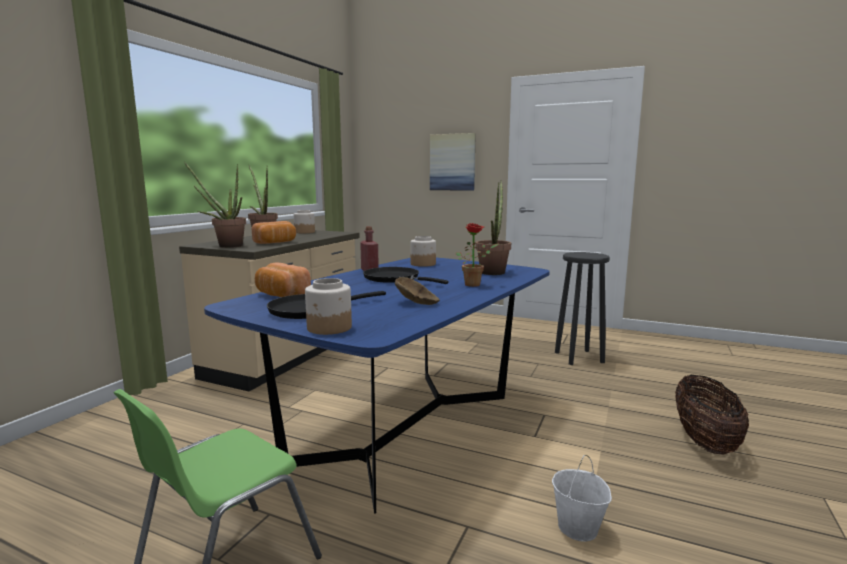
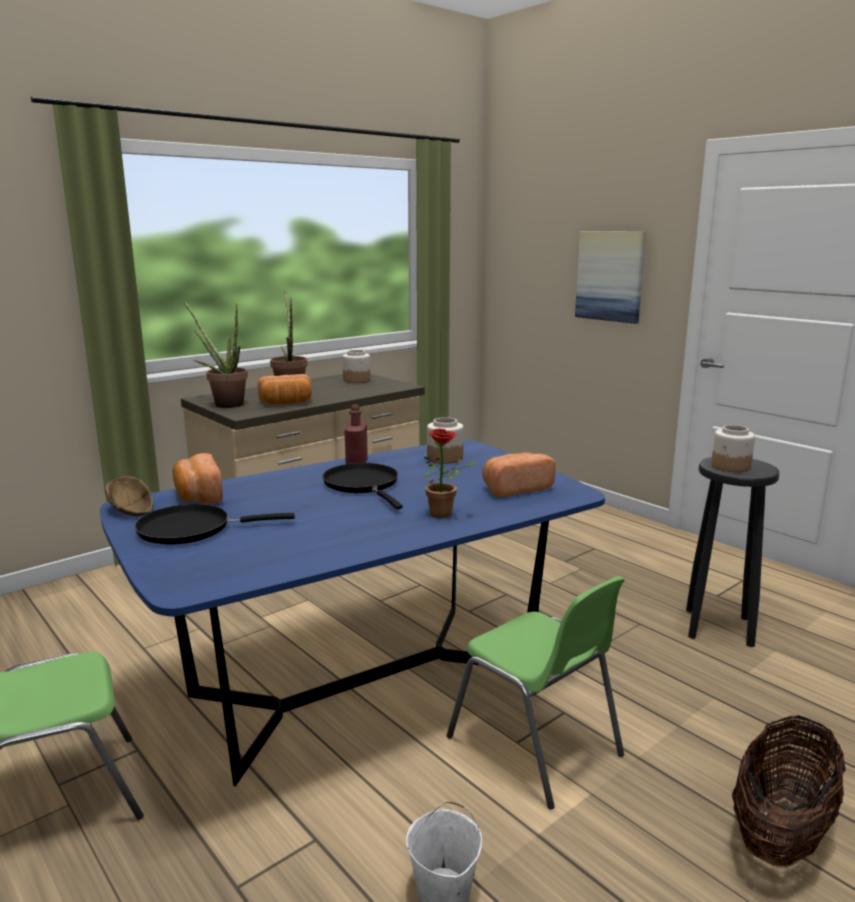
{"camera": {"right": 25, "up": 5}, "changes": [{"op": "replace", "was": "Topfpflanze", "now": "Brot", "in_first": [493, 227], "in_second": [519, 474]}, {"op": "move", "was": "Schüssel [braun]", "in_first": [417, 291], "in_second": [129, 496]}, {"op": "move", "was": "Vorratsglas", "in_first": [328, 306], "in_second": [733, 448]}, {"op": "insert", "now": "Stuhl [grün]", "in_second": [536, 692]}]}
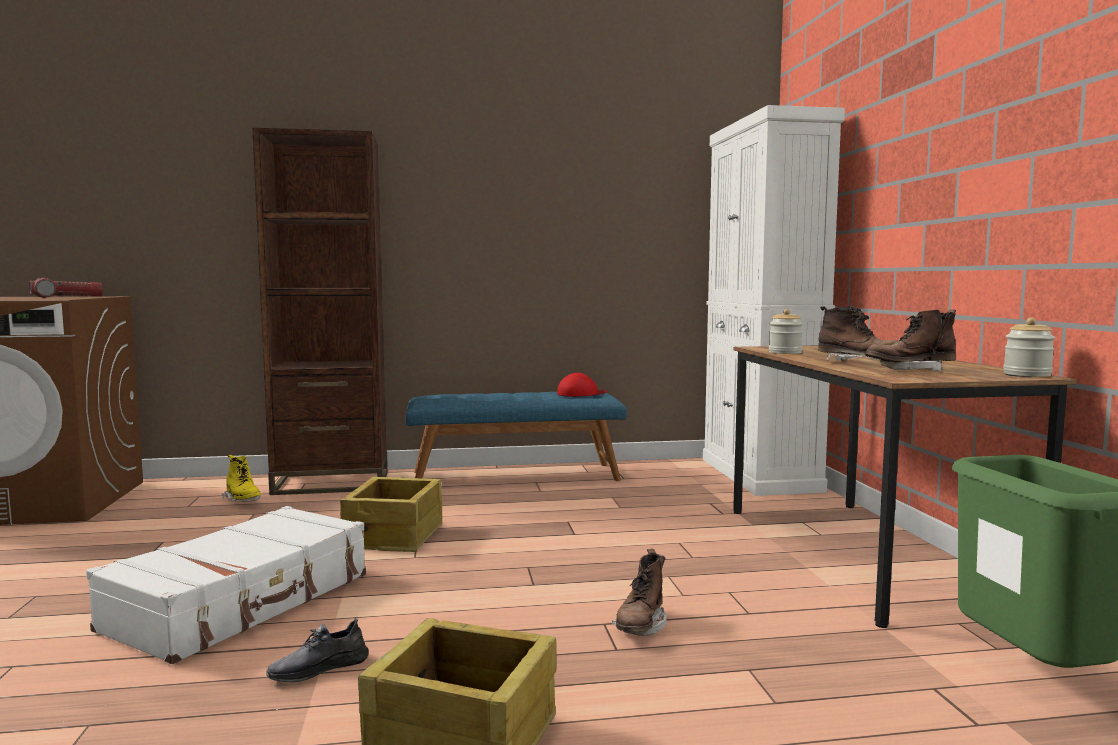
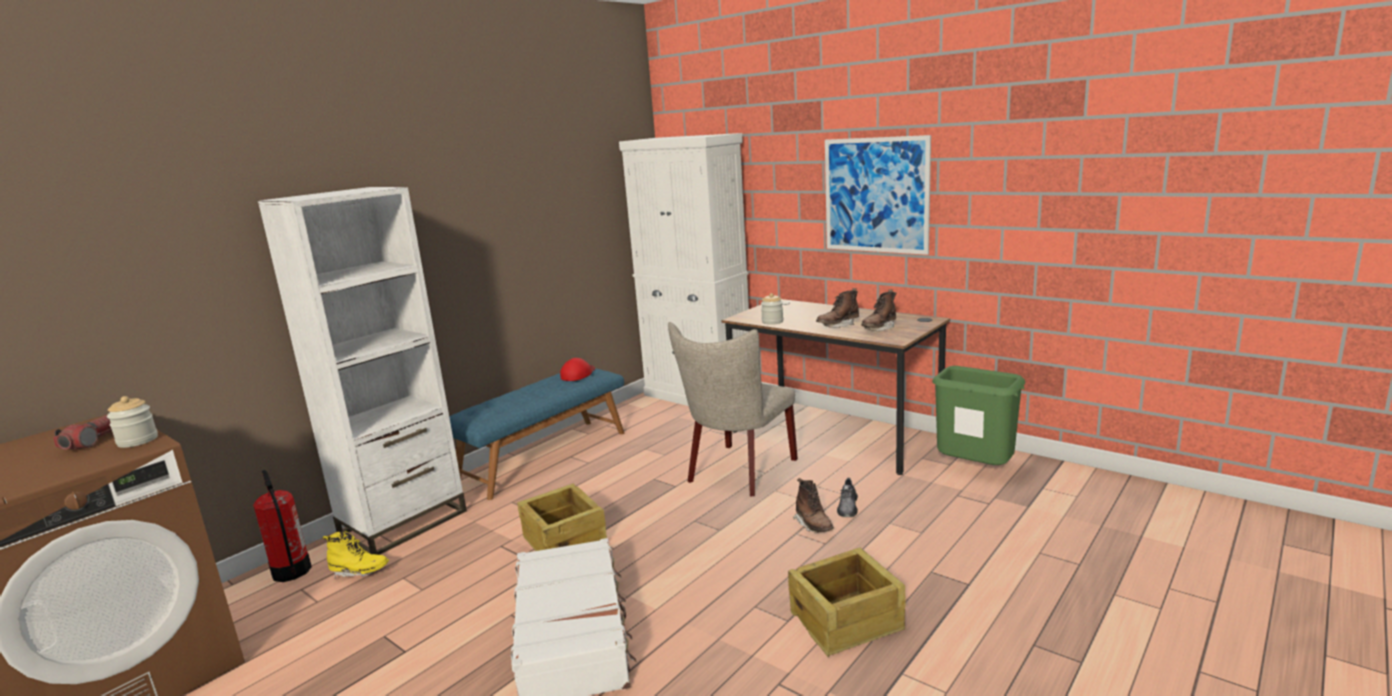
{"camera": {"right": -40, "up": 10}, "changes": [{"op": "recolor", "was": "Bücherregal [braun]", "now": "Bücherregal [weiß]", "in_first": [320, 311], "in_second": [362, 371]}, {"op": "rotate", "was": "Stiefel [braun]", "in_first": [858, 333], "in_second": [837, 308], "clockwise": 150}, {"op": "move", "was": "Vorratsglas", "in_first": [1029, 347], "in_second": [132, 422]}, {"op": "move", "was": "Schuh [grau]", "in_first": [317, 650], "in_second": [847, 497]}, {"op": "insert", "now": "Bild", "in_second": [878, 195]}, {"op": "insert", "now": "Stuhl [beige]", "in_second": [733, 409]}, {"op": "insert", "now": "Feuerlöscher", "in_second": [282, 526]}]}
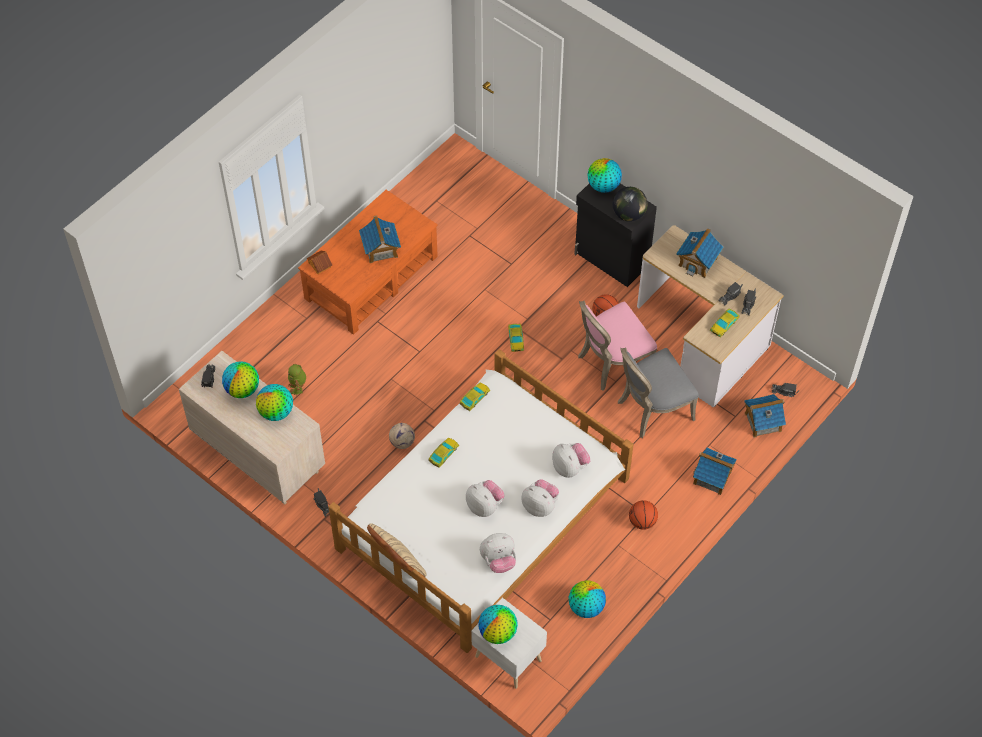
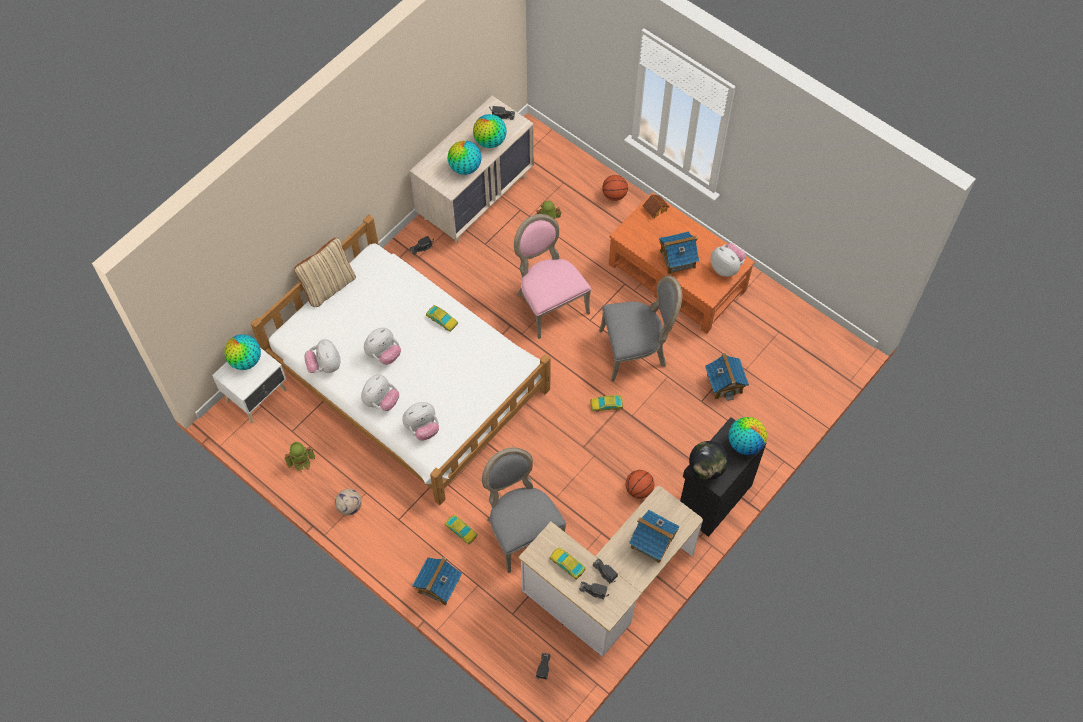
{"camera": {"right": 90, "up": 5}, "changes": [{"op": "move", "was": "Stuhl [rosa]", "in_first": [617, 346], "in_second": [552, 276]}, {"op": "move", "was": "Spielzeugauto", "in_first": [475, 397], "in_second": [461, 530]}, {"op": "move", "was": "Spielzeughaus", "in_first": [765, 416], "in_second": [727, 377]}, {"op": "move", "was": "Fußball", "in_first": [402, 436], "in_second": [348, 502]}, {"op": "move", "was": "Basketball", "in_first": [643, 515], "in_second": [615, 188]}, {"op": "replace", "was": "Globus", "now": "Spielzeugroboter", "in_first": [587, 599], "in_second": [299, 457]}, {"op": "insert", "now": "Plüschtier", "in_second": [728, 260]}, {"op": "insert", "now": "Stuhl [grau]", "in_second": [640, 328]}]}
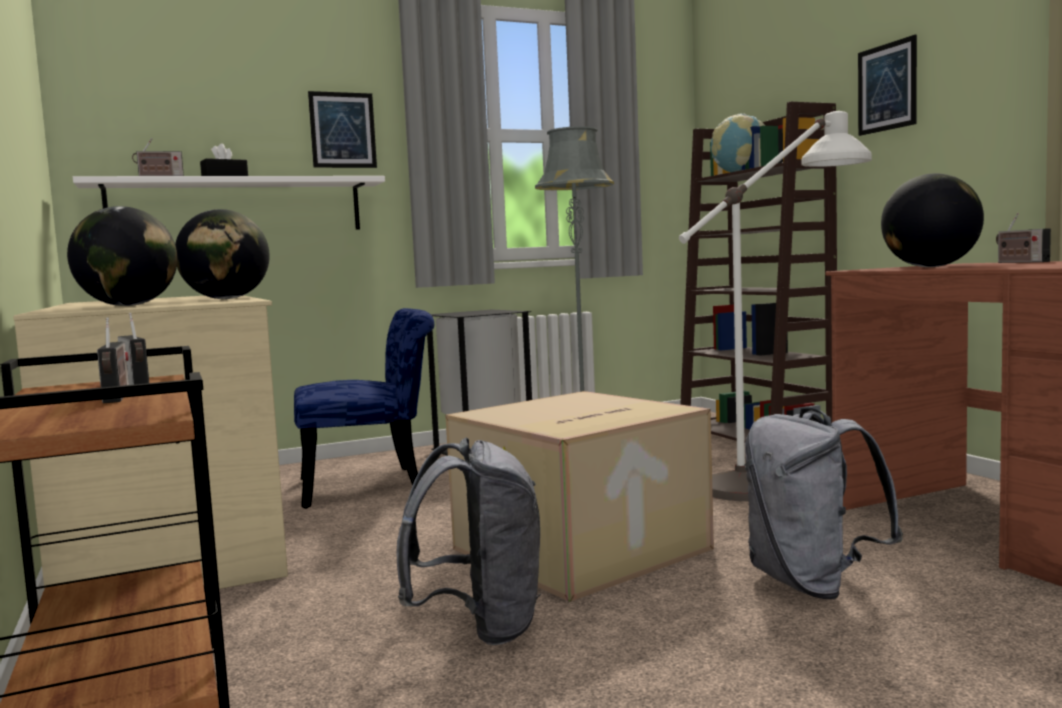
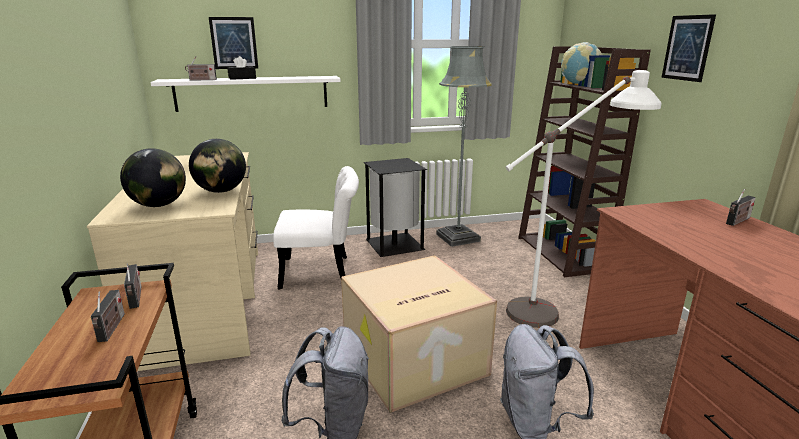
{"camera": {"right": 10, "up": 15}, "changes": [{"op": "move", "was": "Bild", "in_first": [342, 129], "in_second": [233, 43]}, {"op": "delete", "was": "Globus", "in_first": [932, 220]}, {"op": "rotate", "was": "Radio", "in_first": [1023, 238], "in_second": [741, 207], "clockwise": -120}, {"op": "recolor", "was": "Stuhl [blau]", "now": "Stuhl [weiß]", "in_first": [364, 408], "in_second": [316, 227]}]}
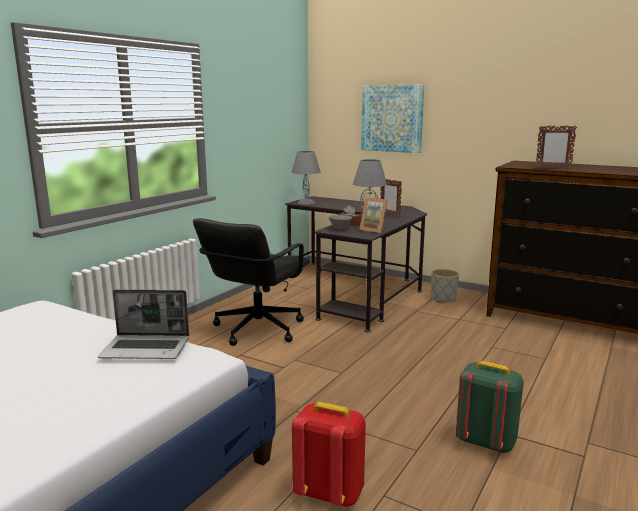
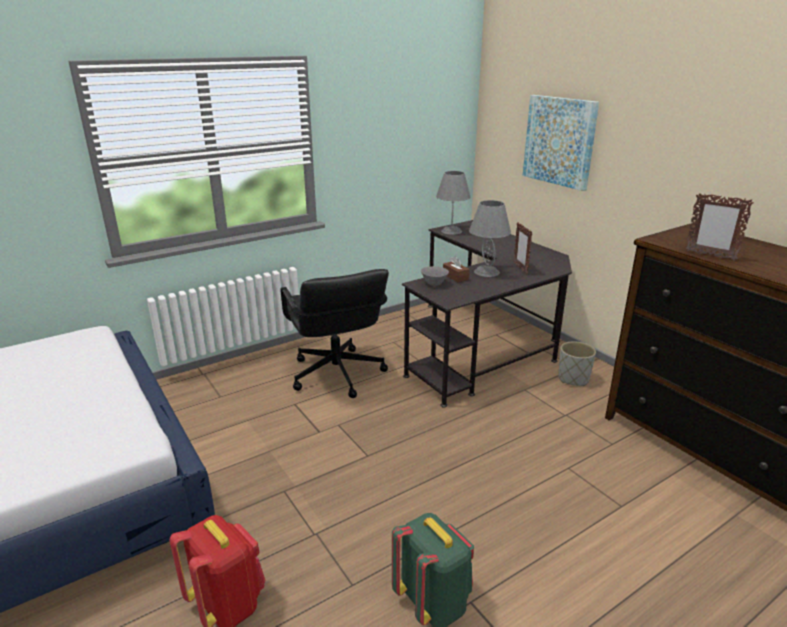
{"camera": {"right": 25, "up": 10}, "changes": [{"op": "delete", "was": "Bilderrahmen", "in_first": [373, 215]}, {"op": "rotate", "was": "Bürostuhl [schwarz]", "in_first": [251, 282], "in_second": [334, 333], "clockwise": -75}, {"op": "delete", "was": "Laptop", "in_first": [143, 324]}]}
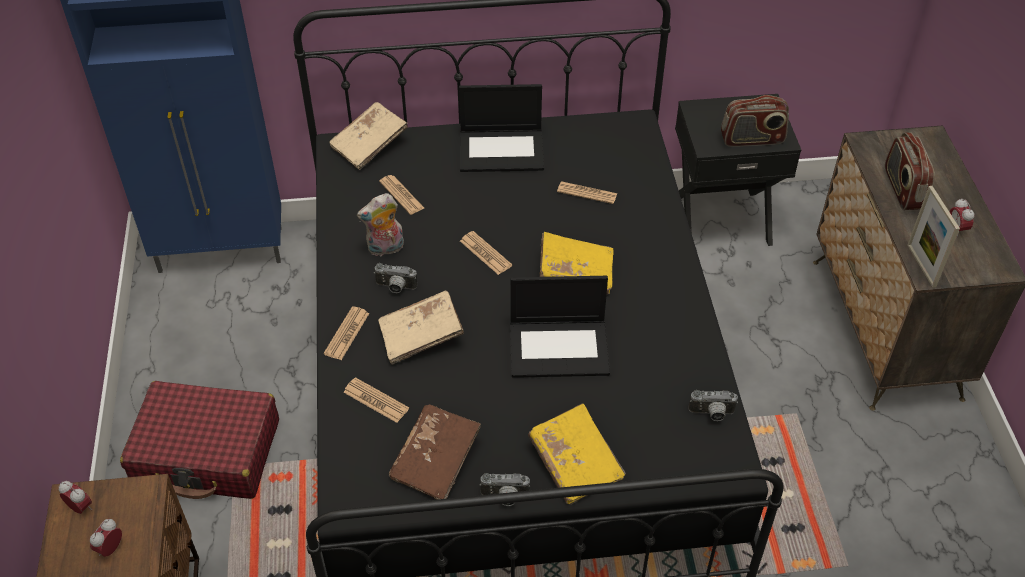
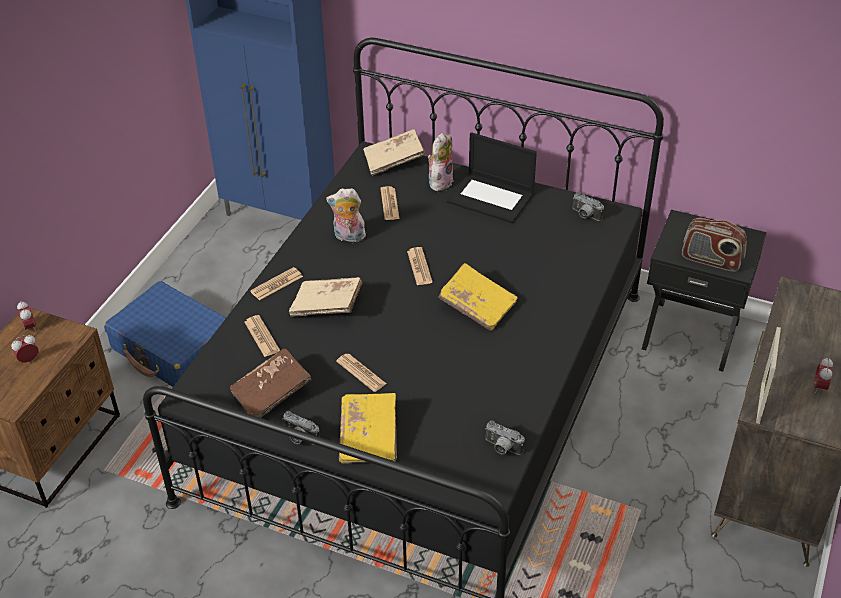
{"camera": {"right": 30, "up": -5}, "changes": [{"op": "delete", "was": "Radio", "in_first": [910, 171]}, {"op": "move", "was": "Zeitung", "in_first": [587, 193], "in_second": [361, 373]}, {"op": "move", "was": "Kamera", "in_first": [395, 278], "in_second": [588, 206]}, {"op": "delete", "was": "Laptop", "in_first": [560, 327]}, {"op": "recolor", "was": "Koffer [rot]", "now": "Koffer [blau]", "in_first": [199, 440], "in_second": [165, 334]}, {"op": "insert", "now": "Plüschtier", "in_second": [441, 162]}]}
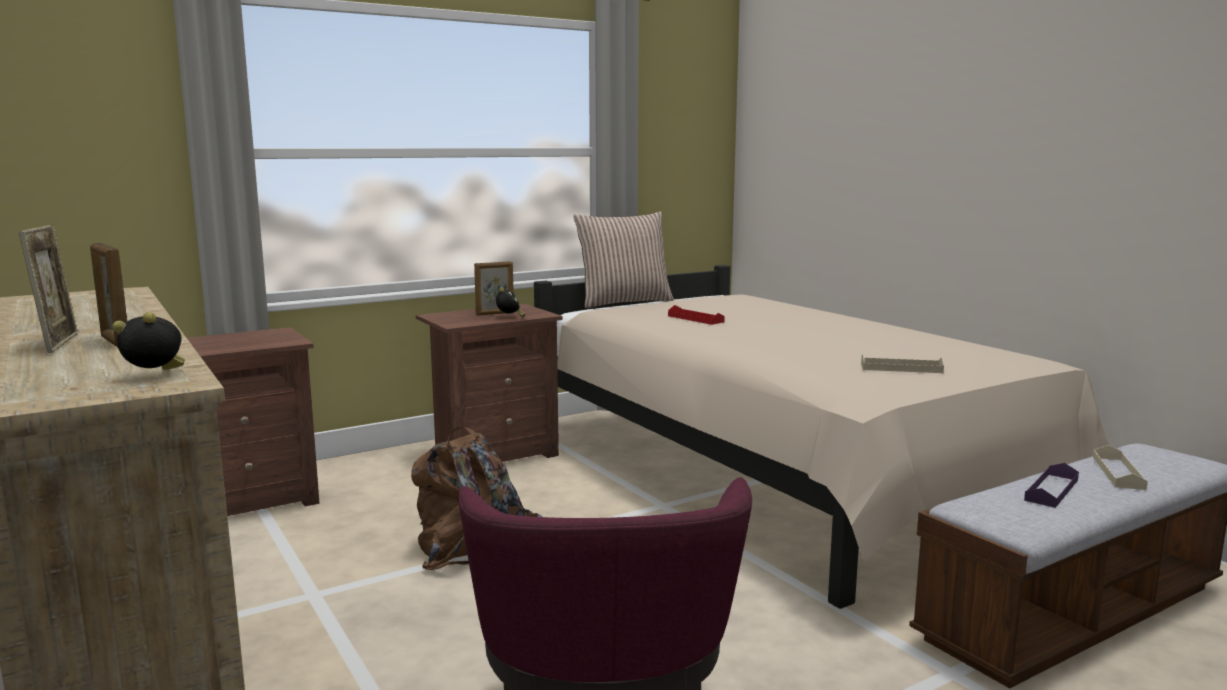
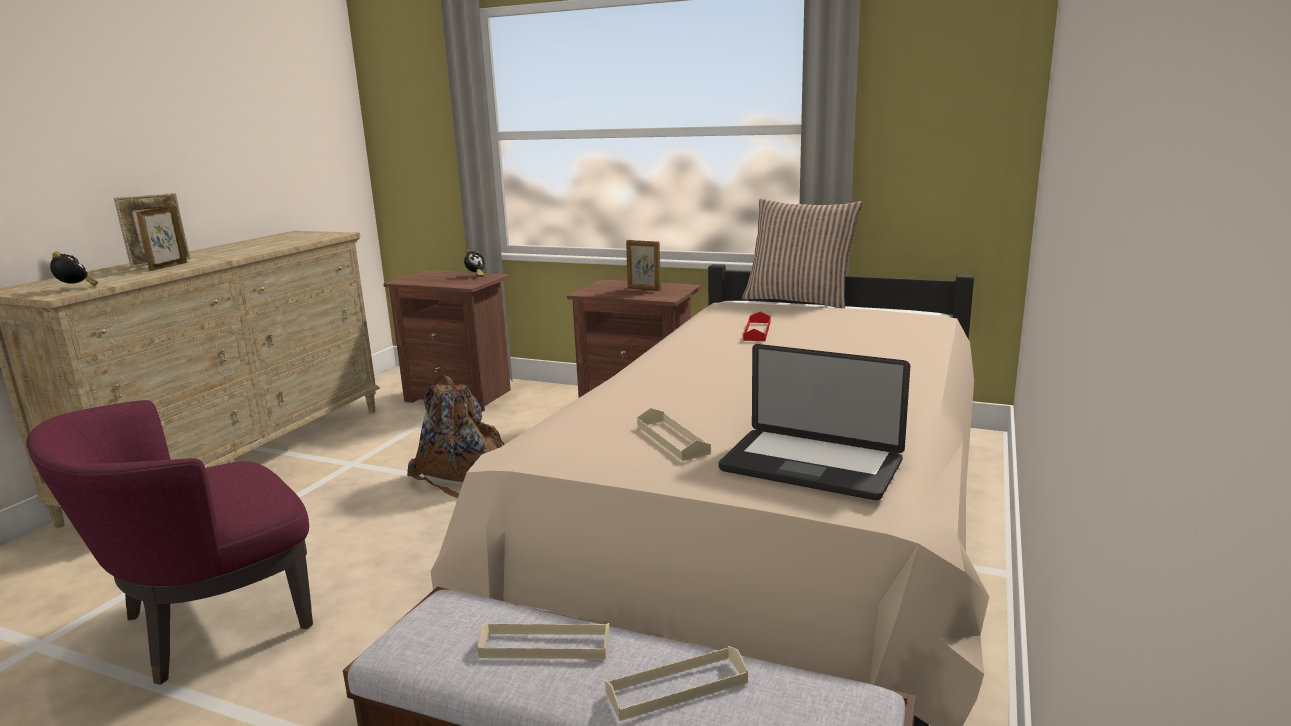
{"camera": {"right": 55, "up": 5}, "changes": [{"op": "move", "was": "Wecker", "in_first": [510, 302], "in_second": [474, 263]}, {"op": "recolor", "was": "Tablett [lila]", "now": "Tablett [beige]", "in_first": [1051, 485], "in_second": [543, 640]}, {"op": "insert", "now": "Laptop", "in_second": [814, 422]}]}
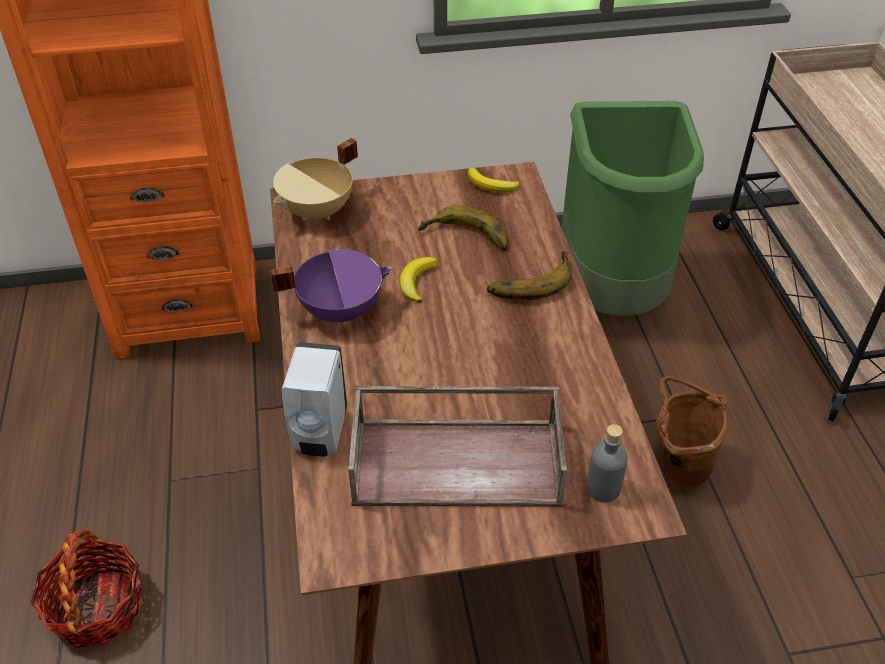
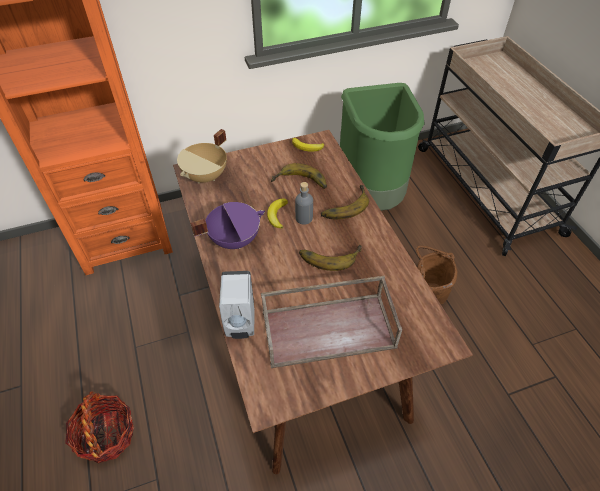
{"camera": {"right": -10, "up": 5}, "changes": [{"op": "move", "was": "Flasche [grau]", "in_first": [607, 463], "in_second": [304, 203]}, {"op": "insert", "now": "Banane", "in_second": [330, 258]}]}
